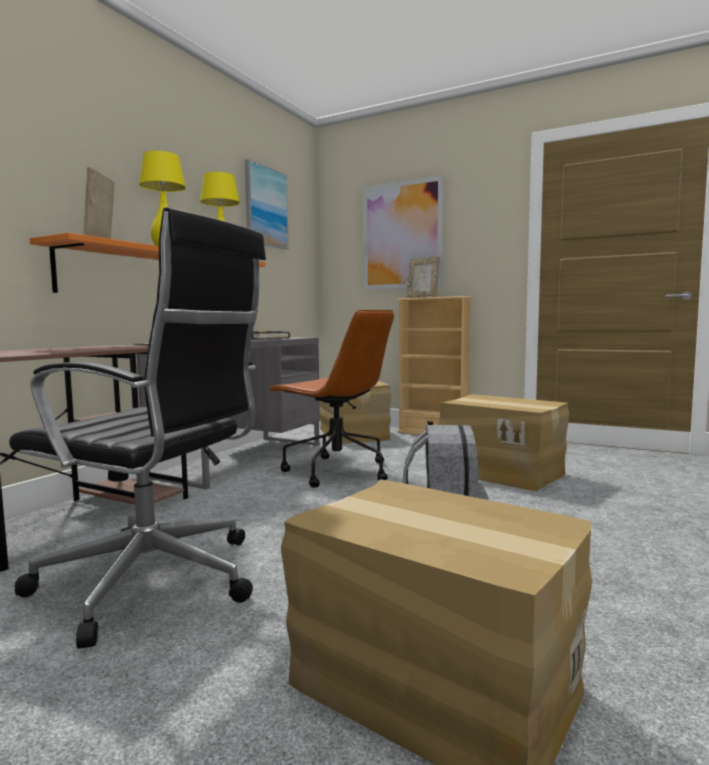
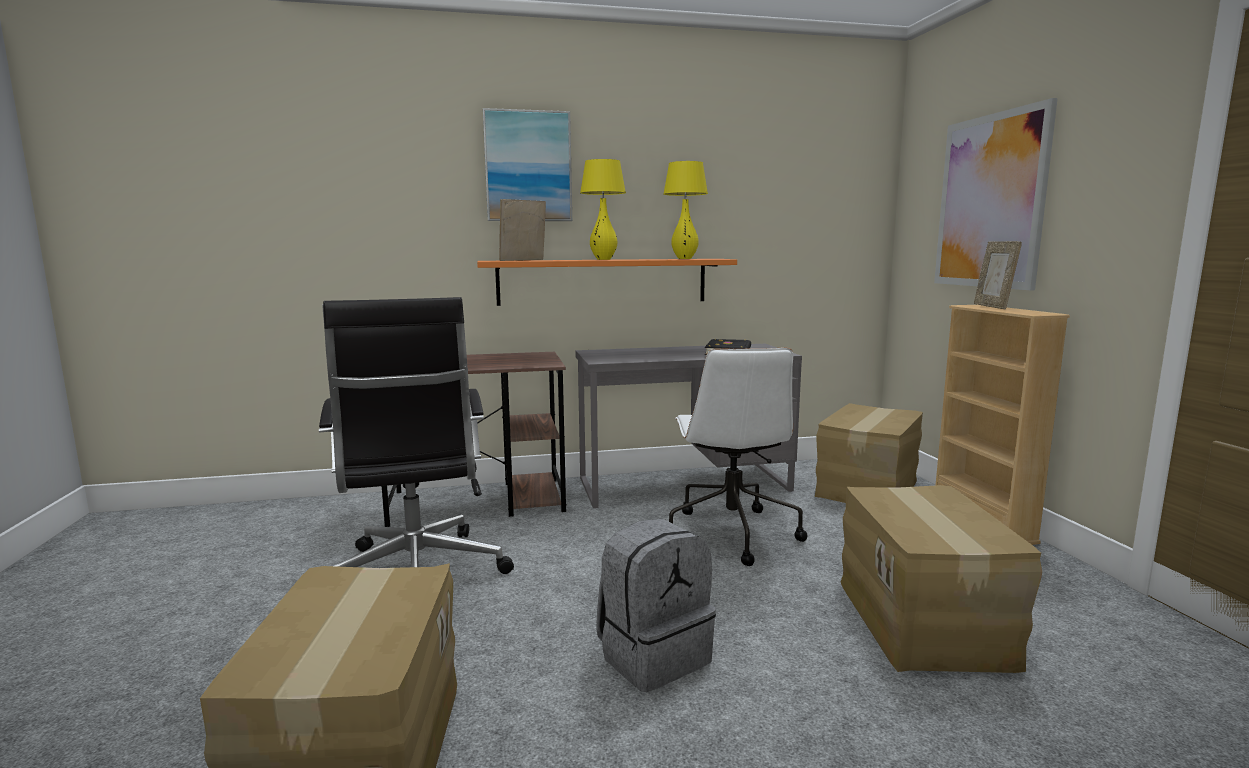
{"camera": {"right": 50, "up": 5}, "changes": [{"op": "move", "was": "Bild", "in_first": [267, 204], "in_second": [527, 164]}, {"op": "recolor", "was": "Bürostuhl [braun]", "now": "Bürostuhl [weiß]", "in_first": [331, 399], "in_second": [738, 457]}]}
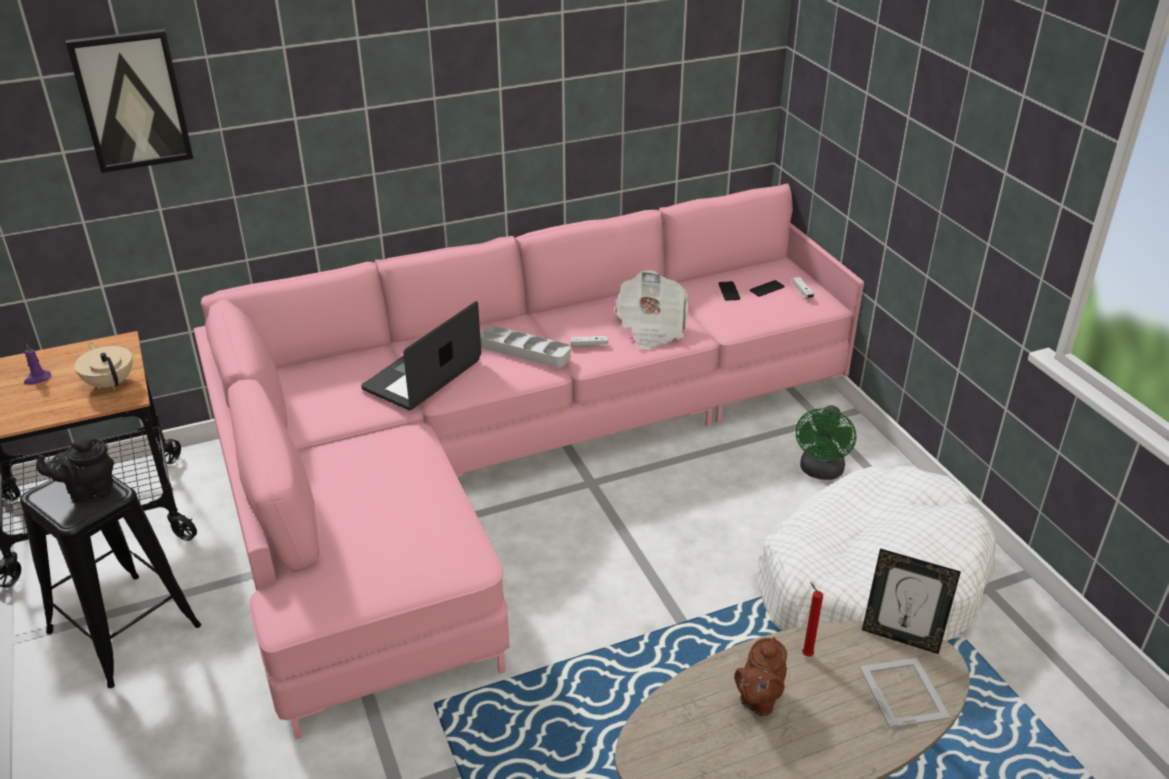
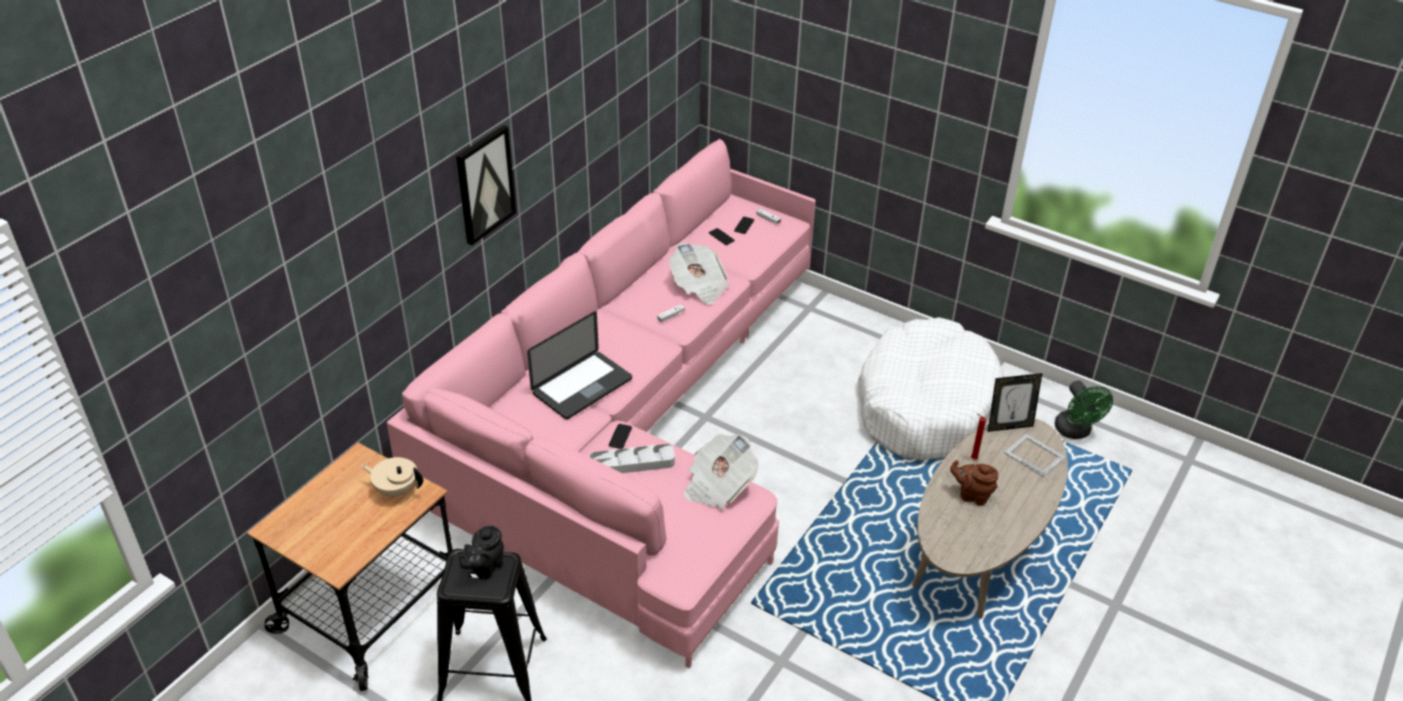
{"camera": {"right": -35, "up": 5}, "changes": [{"op": "move", "was": "Bild", "in_first": [129, 101], "in_second": [486, 185]}, {"op": "rotate", "was": "Laptop", "in_first": [421, 355], "in_second": [579, 365], "clockwise": -135}, {"op": "move", "was": "Tablett [grau]", "in_first": [525, 347], "in_second": [632, 458]}, {"op": "delete", "was": "Kerze [lila]", "in_first": [37, 363]}, {"op": "move", "was": "Ventilator [grün]", "in_first": [825, 442], "in_second": [1084, 409]}, {"op": "rotate", "was": "Teekanne [braun]", "in_first": [760, 676], "in_second": [974, 483], "clockwise": 120}, {"op": "insert", "now": "Handy", "in_second": [620, 436]}, {"op": "insert", "now": "Zeitung", "in_second": [720, 471]}]}
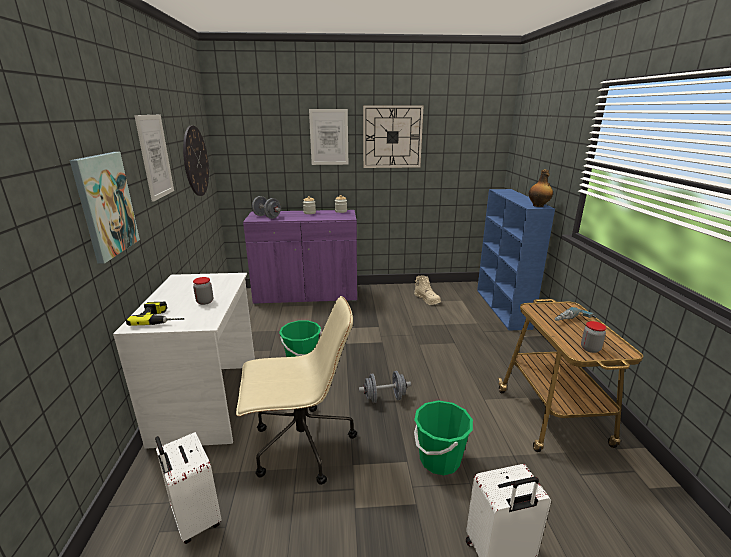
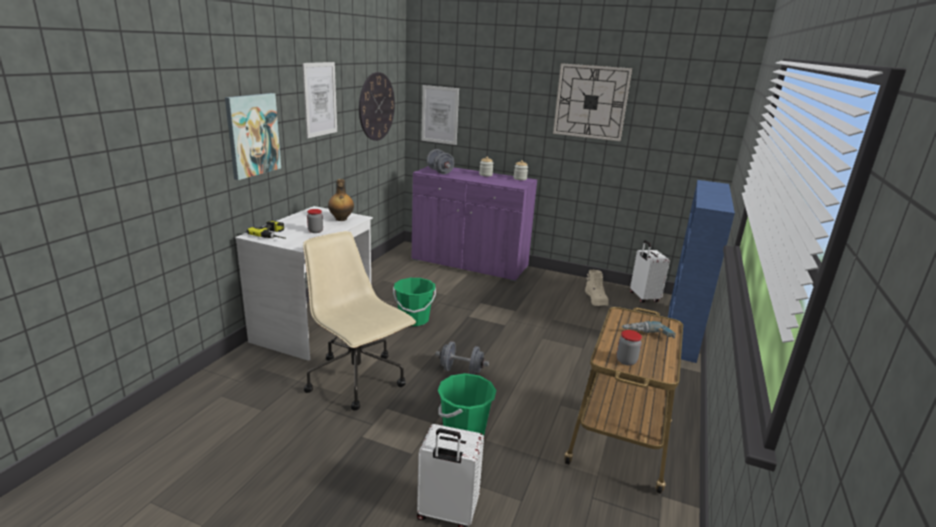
{"camera": {"right": 25, "up": 0}, "changes": [{"op": "move", "was": "Bild", "in_first": [328, 137], "in_second": [440, 115]}, {"op": "move", "was": "Flasche", "in_first": [541, 188], "in_second": [341, 200]}, {"op": "rotate", "was": "Bürostuhl [beige]", "in_first": [296, 390], "in_second": [359, 321], "clockwise": -150}, {"op": "move", "was": "Koffer [weiß]", "in_first": [188, 488], "in_second": [650, 271]}]}
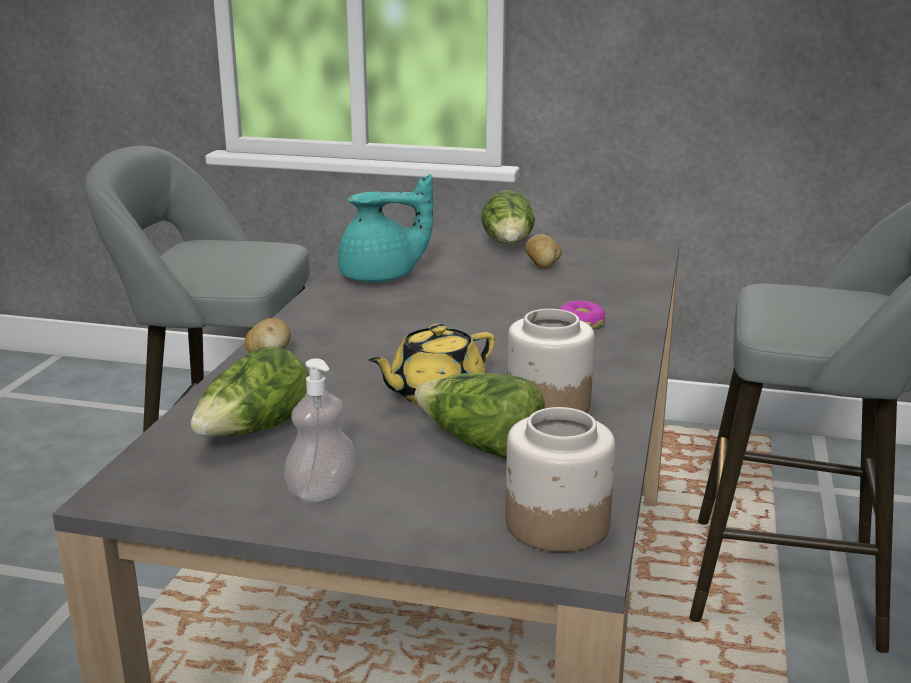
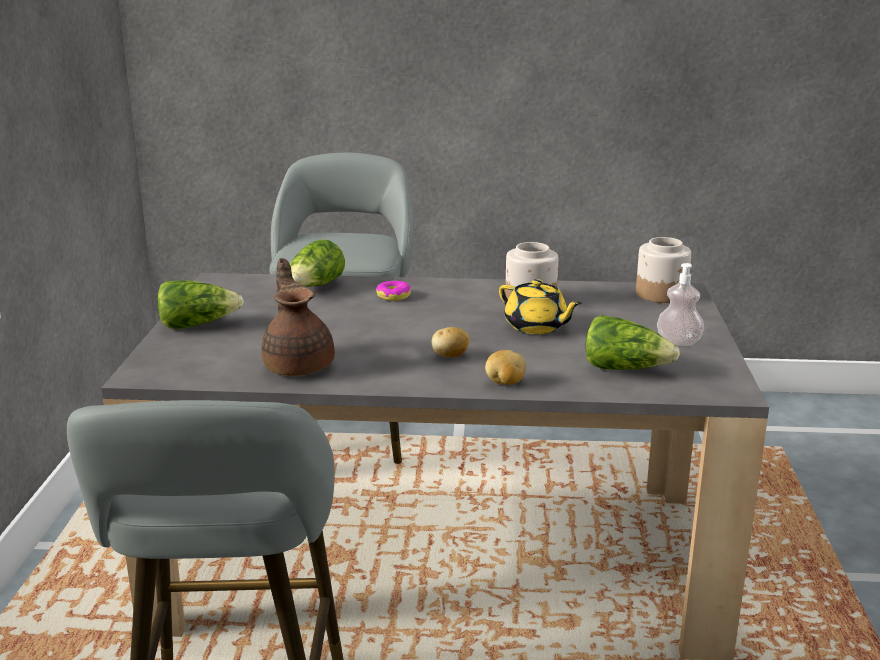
{"camera": {"right": -100, "up": 0}, "changes": [{"op": "recolor", "was": "Teekanne [türkis]", "now": "Teekanne [braun]", "in_first": [385, 228], "in_second": [298, 317]}, {"op": "move", "was": "Kartoffel", "in_first": [543, 251], "in_second": [450, 342]}, {"op": "move", "was": "Salatkopf", "in_first": [479, 416], "in_second": [317, 263]}]}
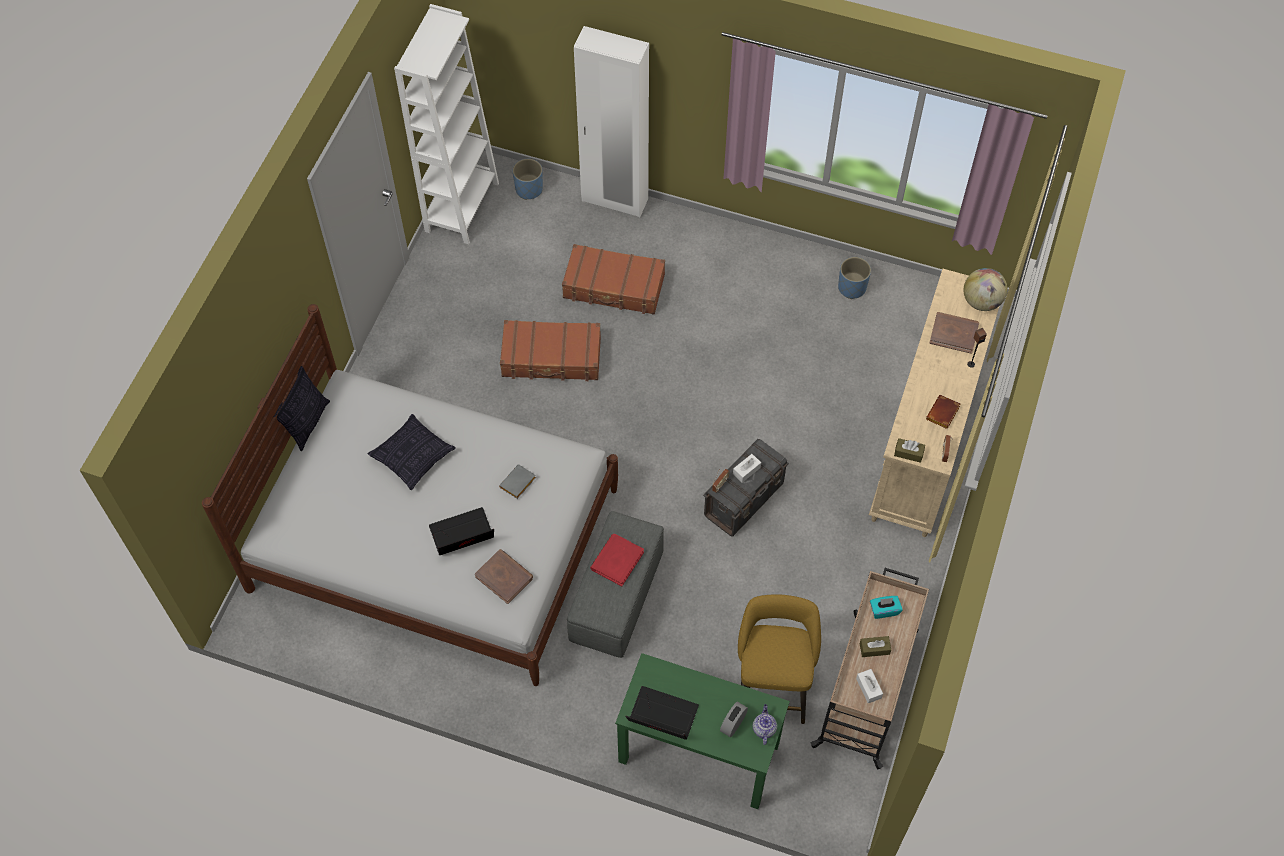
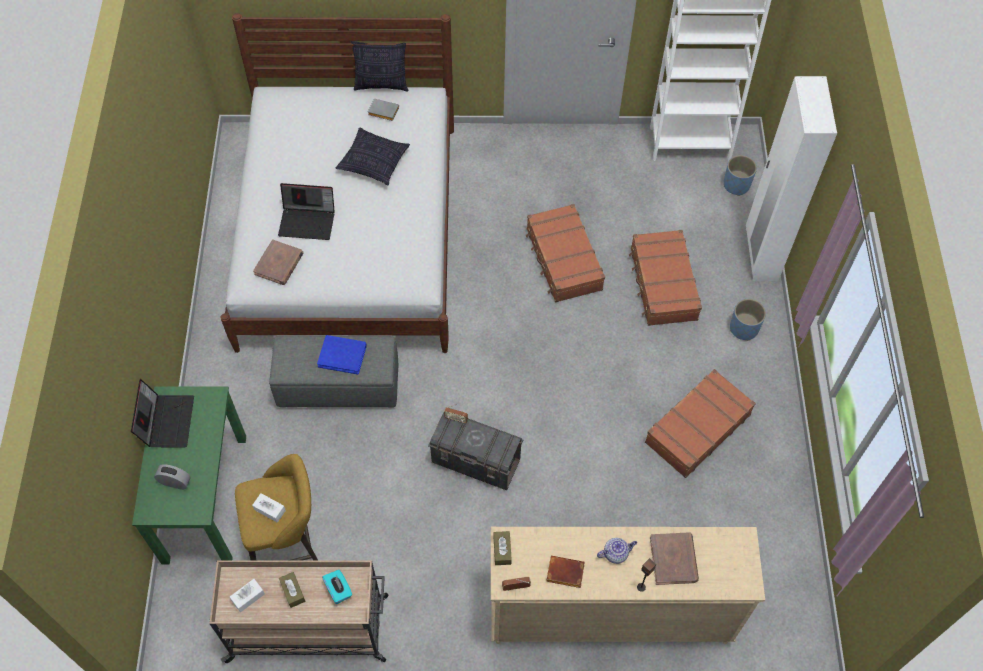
{"camera": {"right": 70, "up": 0}, "changes": [{"op": "move", "was": "Pflanzkübel [blau]", "in_first": [854, 278], "in_second": [748, 320]}, {"op": "delete", "was": "Globus", "in_first": [985, 289]}, {"op": "move", "was": "Taschentuchbox [weiß]", "in_first": [747, 468], "in_second": [269, 508]}, {"op": "move", "was": "Buch [grau]", "in_first": [517, 481], "in_second": [383, 110]}, {"op": "rotate", "was": "Laptop", "in_first": [461, 531], "in_second": [306, 211], "clockwise": 135}, {"op": "recolor", "was": "Buch [rot]", "now": "Buch [blau]", "in_first": [617, 560], "in_second": [341, 354]}, {"op": "move", "was": "Teekanne", "in_first": [765, 724], "in_second": [617, 551]}, {"op": "insert", "now": "Koffer [braun]", "in_second": [700, 423]}]}
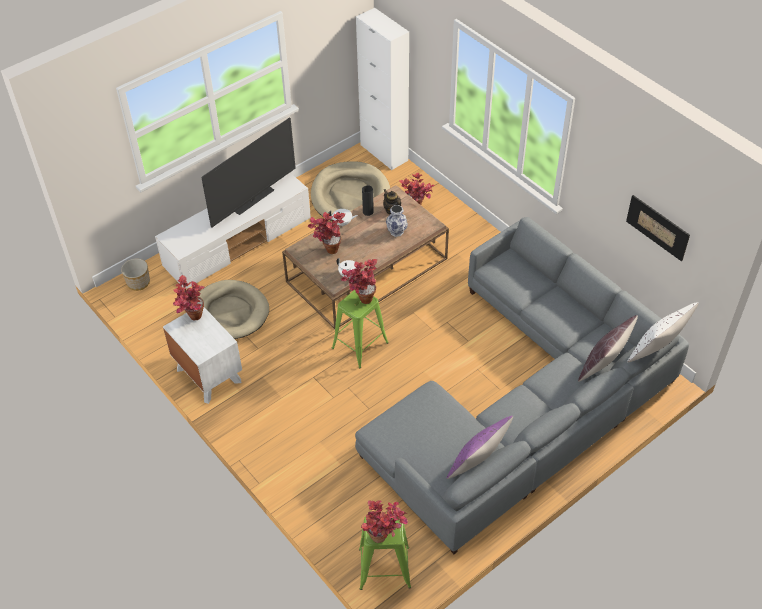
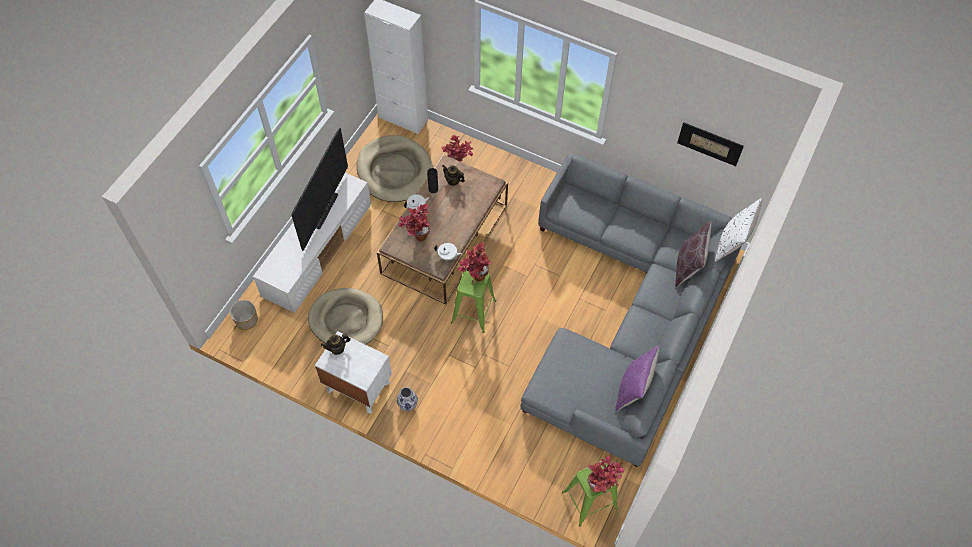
{"camera": {"right": -25, "up": 10}, "changes": [{"op": "move", "was": "Vase", "in_first": [397, 221], "in_second": [407, 399]}, {"op": "replace", "was": "Topfpflanze", "now": "Teekanne", "in_first": [189, 297], "in_second": [336, 344]}]}
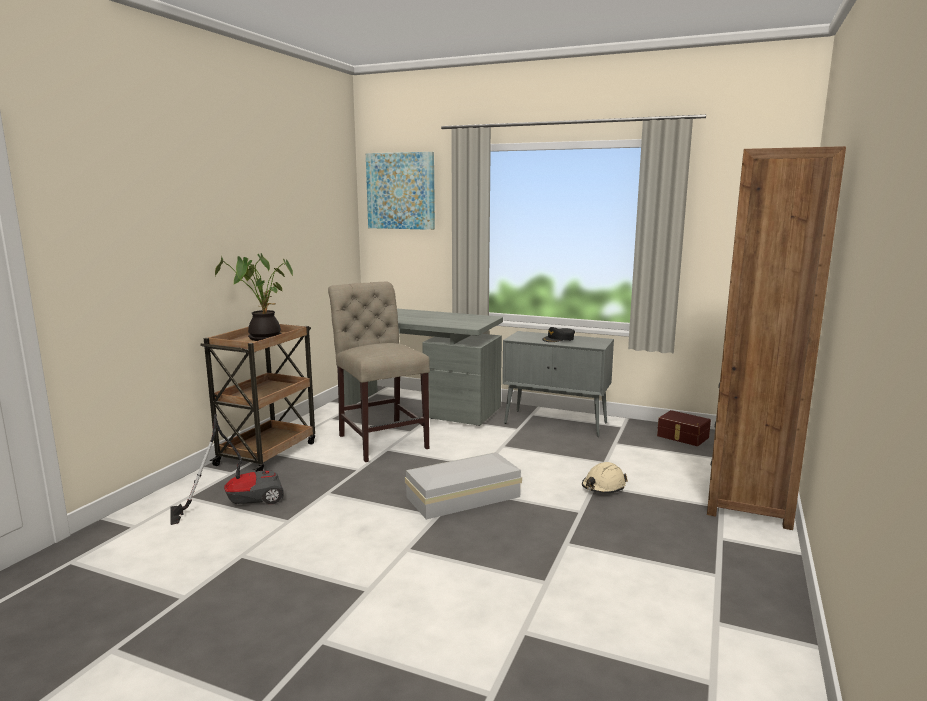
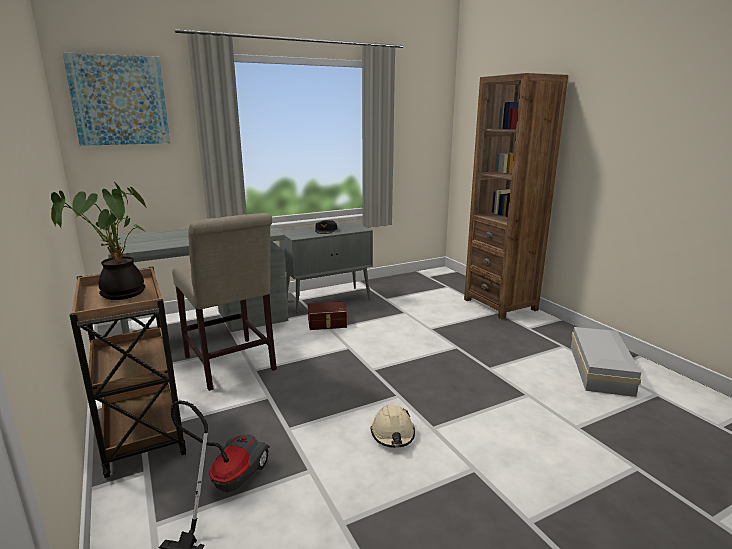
{"camera": {"right": -50, "up": 5}, "changes": [{"op": "rotate", "was": "Stuhl [beige]", "in_first": [379, 372], "in_second": [224, 302], "clockwise": -135}, {"op": "move", "was": "Aufbewahrungsbox [braun]", "in_first": [684, 428], "in_second": [327, 316]}, {"op": "move", "was": "Aufbewahrungsbox [weiß]", "in_first": [463, 486], "in_second": [606, 362]}, {"op": "move", "was": "Schutzhelm [beige]", "in_first": [604, 477], "in_second": [392, 426]}]}
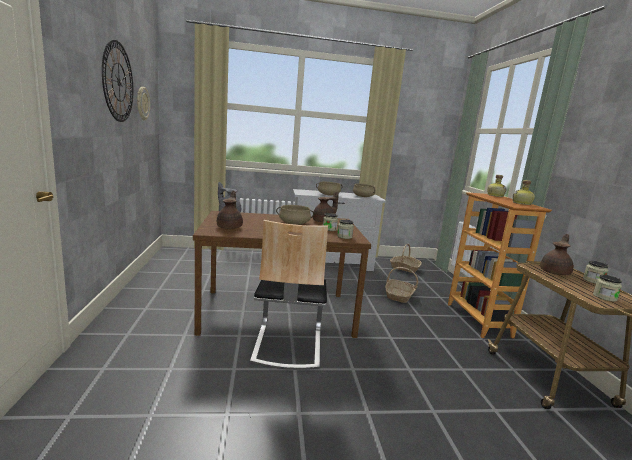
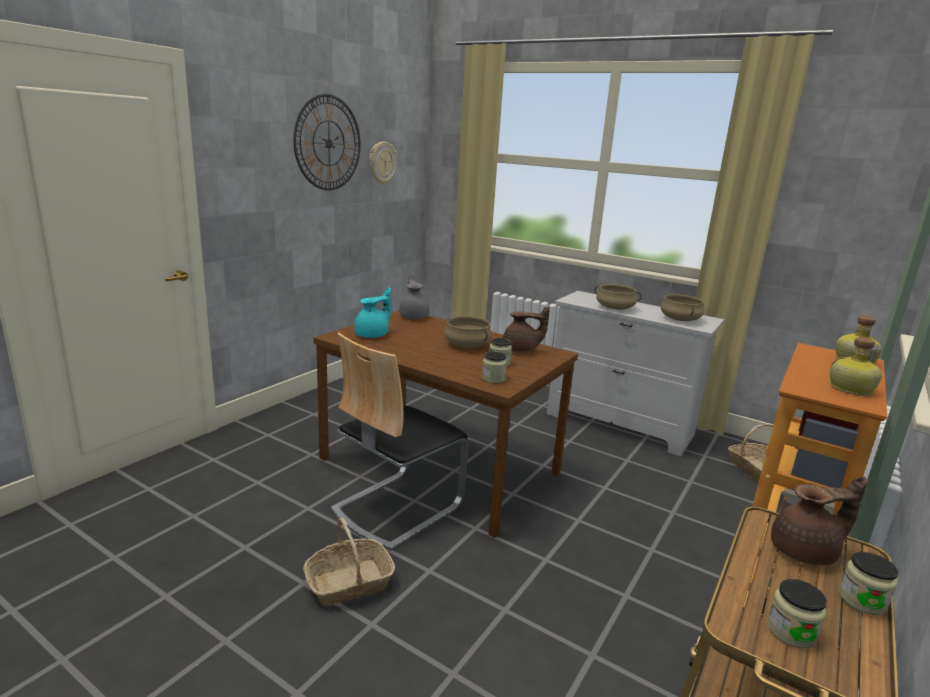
{"camera": {"right": 40, "up": 5}, "changes": [{"op": "recolor", "was": "Teekanne [braun]", "now": "Teekanne [türkis]", "in_first": [230, 209], "in_second": [372, 312]}, {"op": "move", "was": "Korb", "in_first": [401, 285], "in_second": [349, 562]}]}
